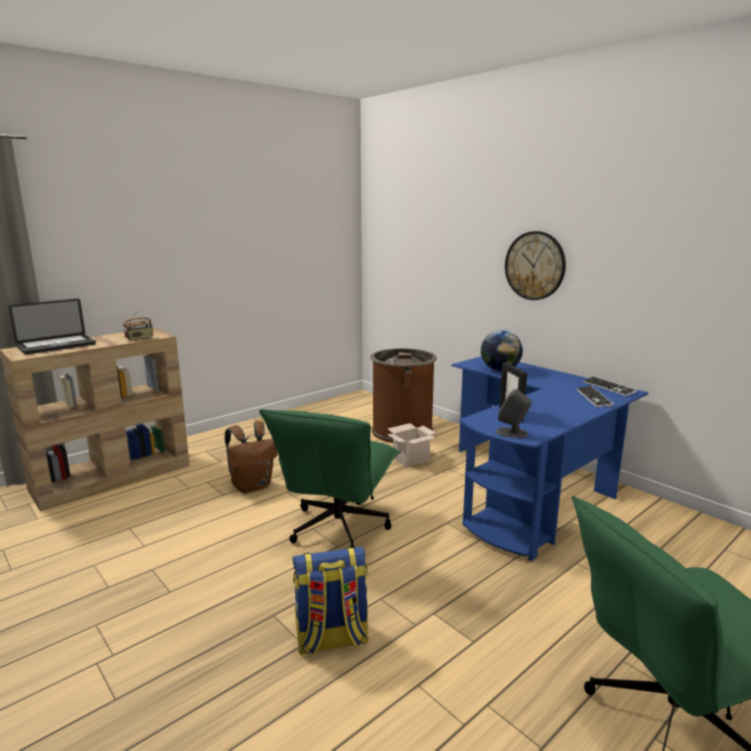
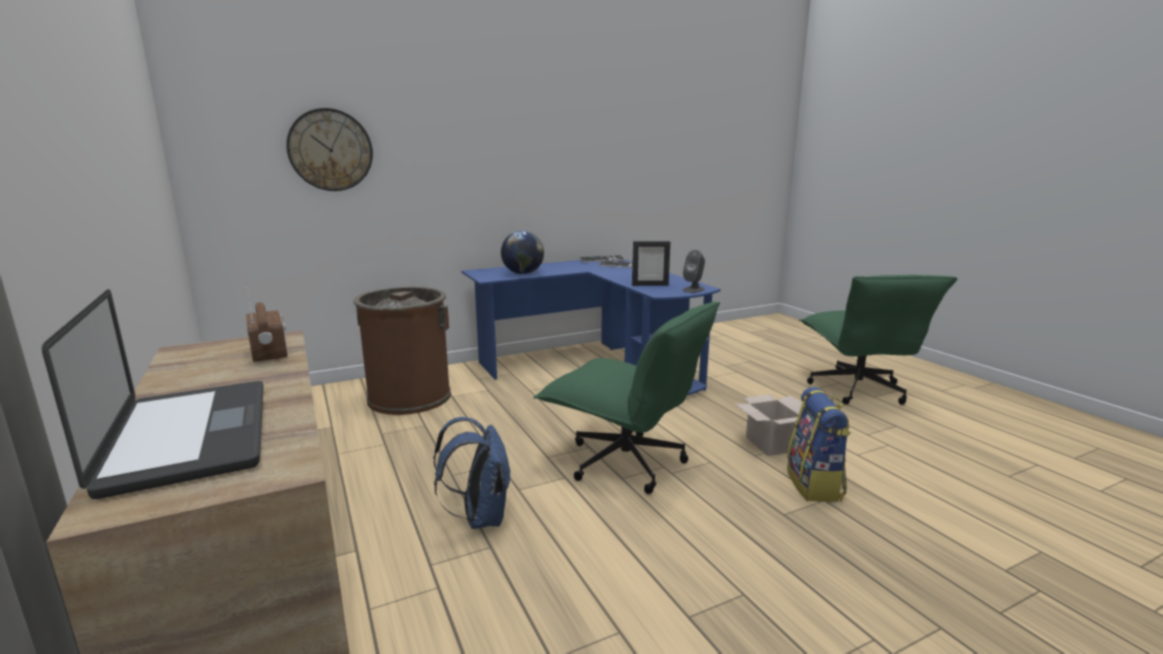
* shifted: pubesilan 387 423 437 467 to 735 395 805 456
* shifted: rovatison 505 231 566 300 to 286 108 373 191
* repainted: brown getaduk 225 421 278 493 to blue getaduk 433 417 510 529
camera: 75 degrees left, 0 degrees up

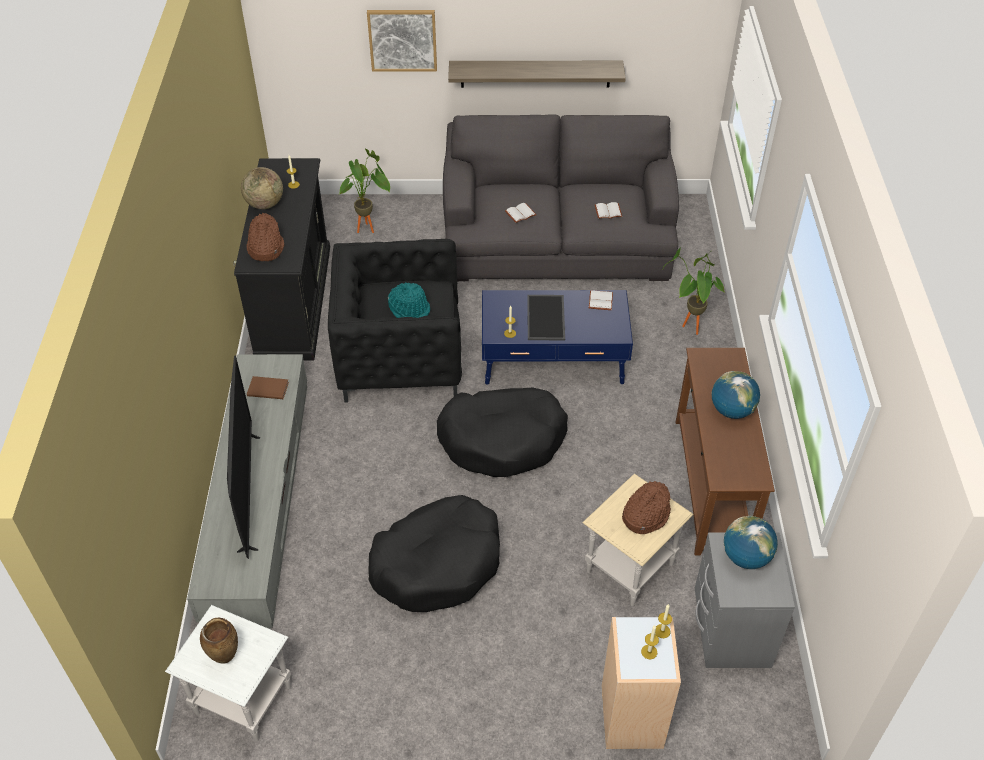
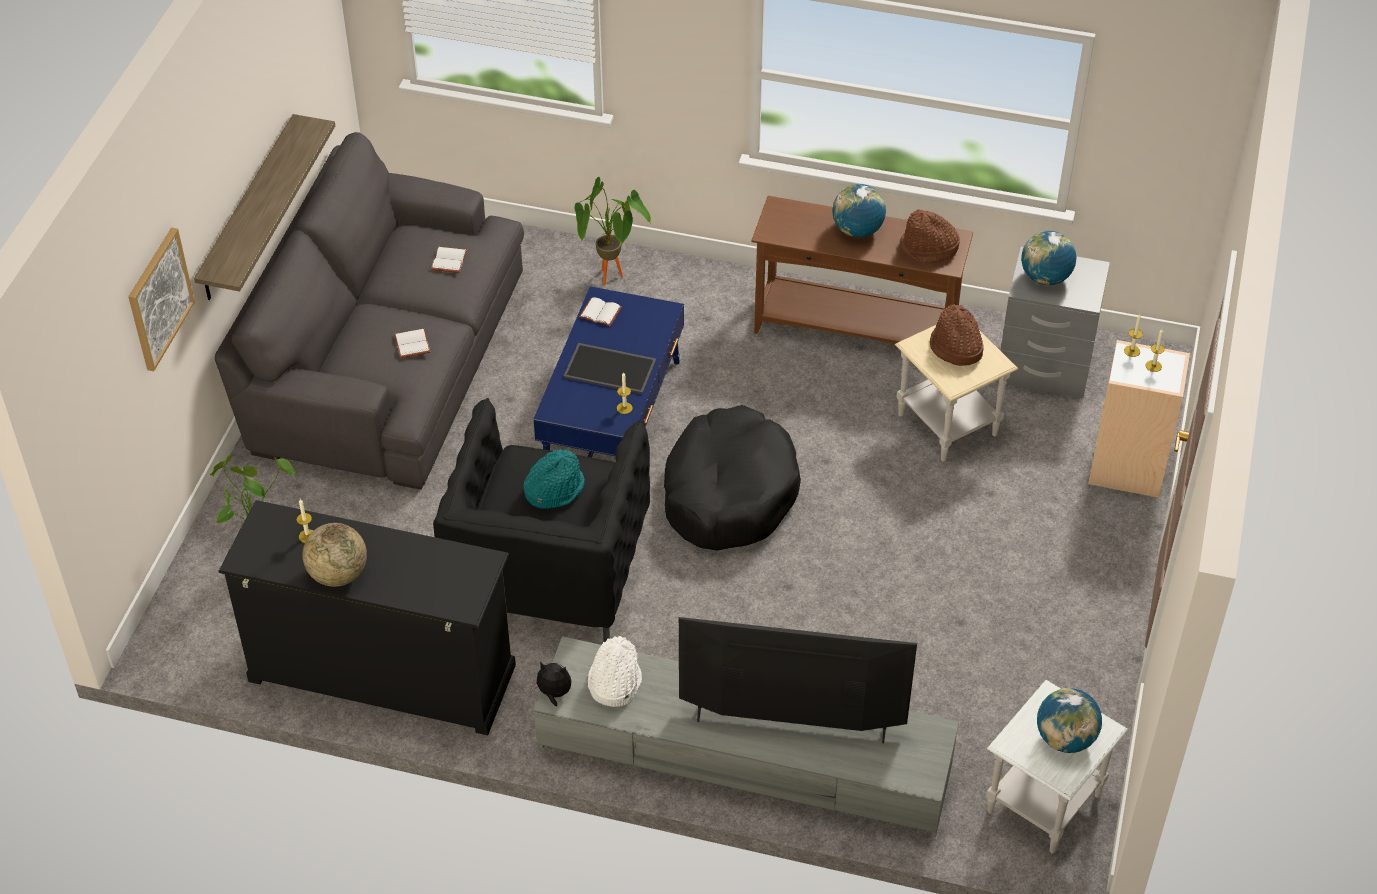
* gone: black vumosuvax 368 495 500 612
* new: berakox 531 662 571 706
* shifted: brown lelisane 246 213 284 261 to 900 209 960 263
* swapped: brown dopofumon 200 618 238 664 to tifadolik 1037 688 1102 753
* swapped: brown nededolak 247 376 289 399 to white lelisane 588 636 642 707
camera: 75 degrees left, 0 degrees up

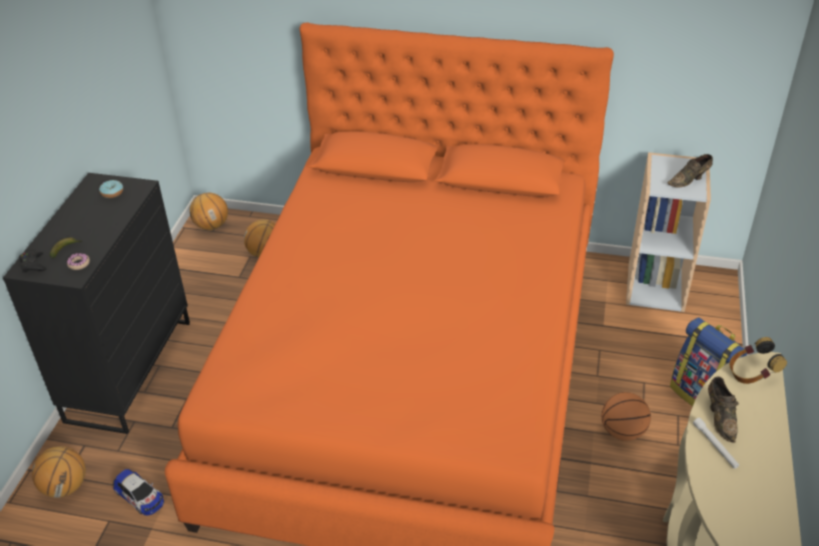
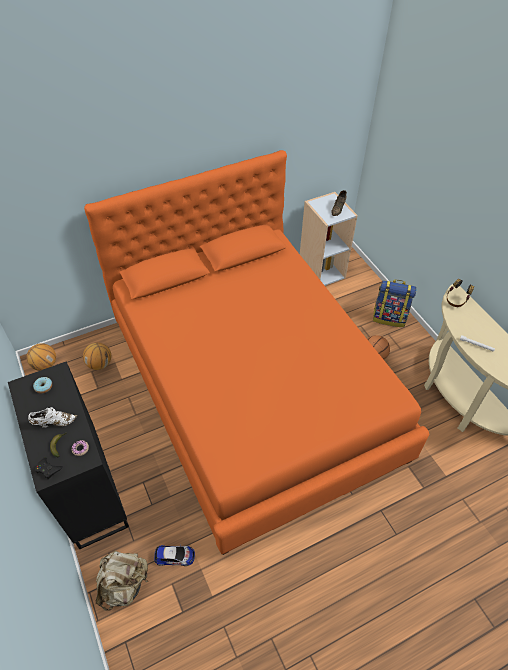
* gone: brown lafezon 708 376 739 443
* new: white lafezon 28 407 78 428
* swapped: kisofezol 32 446 86 498 to beige getaduk 96 551 148 611
camera: 40 degrees left, 10 degrees up

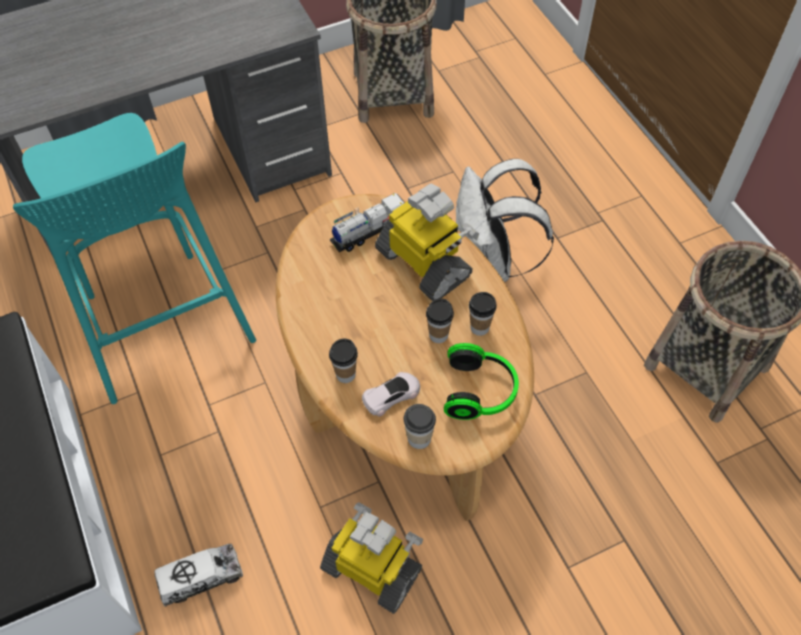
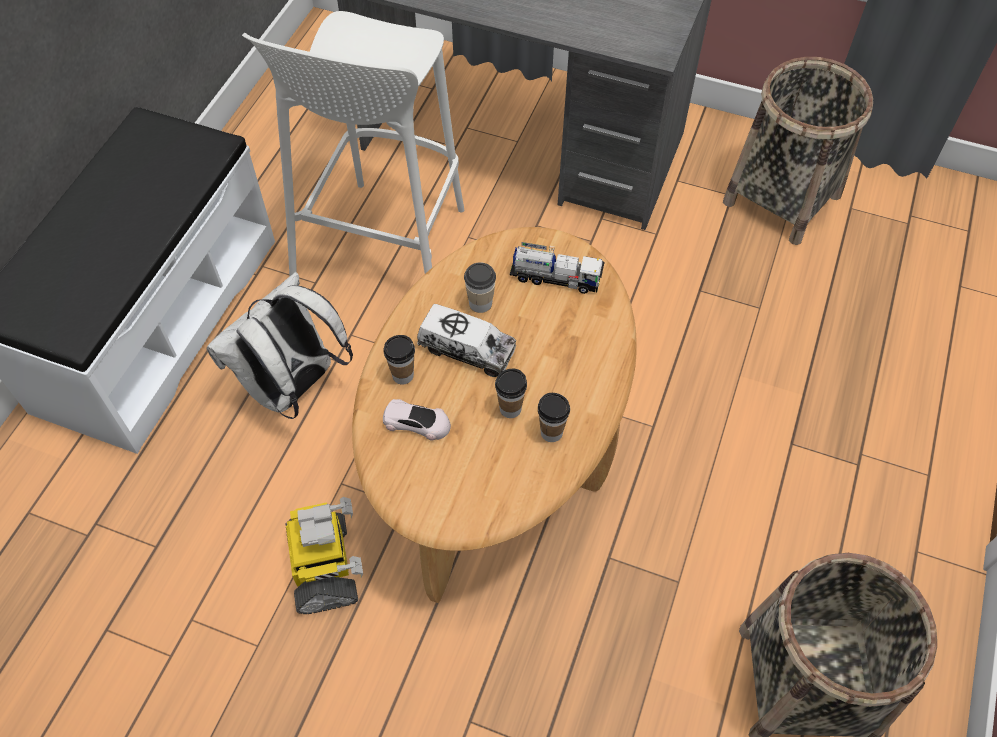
* gone: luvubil 375 184 479 301
* gone: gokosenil 444 343 519 420
* shifted: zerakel 154 544 243 607 to 417 304 516 377
* shifted: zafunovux 404 404 436 449 to 464 262 496 313
* shifted: white getaduk 456 159 554 282 to 207 272 353 419
* repainted: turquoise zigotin 13 113 256 404 to white zigotin 242 11 464 276
camera: 45 degrees right, 0 degrees up

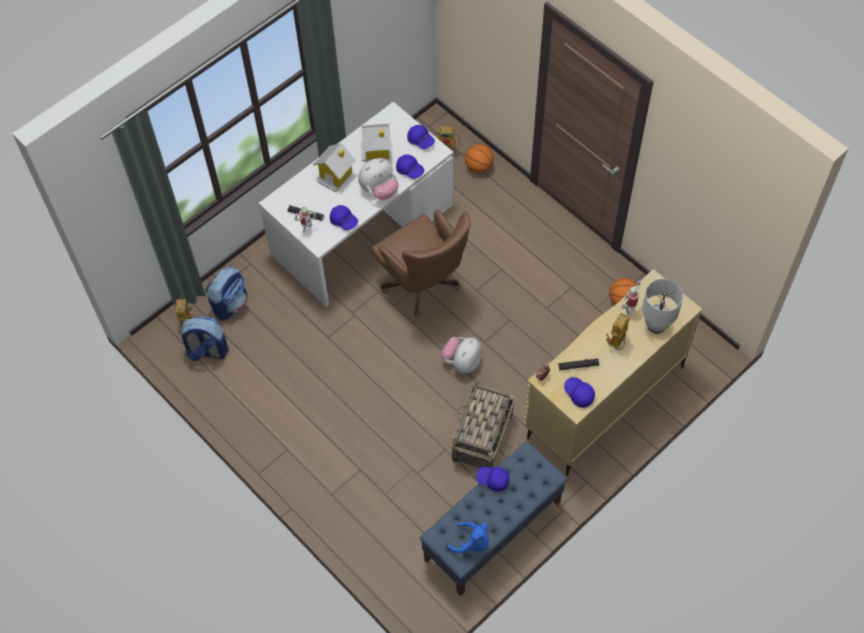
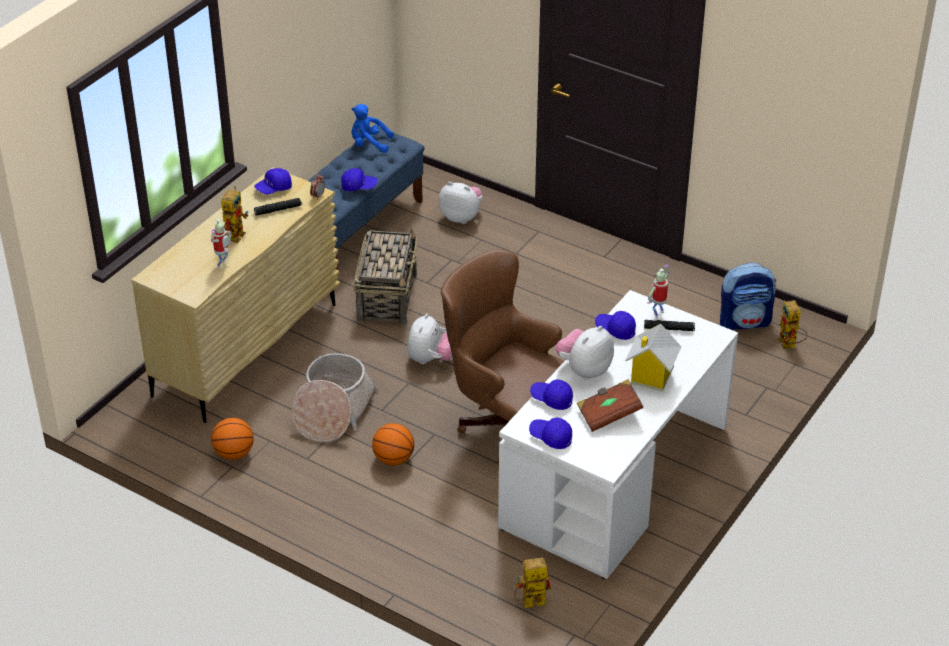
* gone: getaduk 206 267 247 321
* gone: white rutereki 642 279 683 334
* new: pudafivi 292 353 379 443
* new: berakox 438 182 483 224
* shifted: kisofezol 465 144 494 173 to 372 423 414 466
* swapped: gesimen 360 124 391 161 to brown nededolak 577 379 643 432
* rotated: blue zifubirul 564 377 595 408 = 254 168 292 195 105 degrees clockwise
camera: 165 degrees right, 20 degrees down

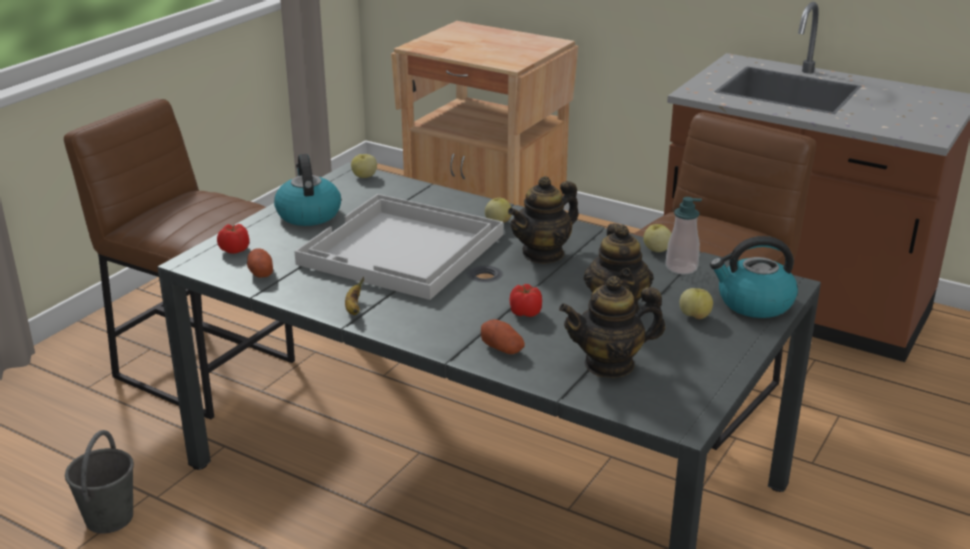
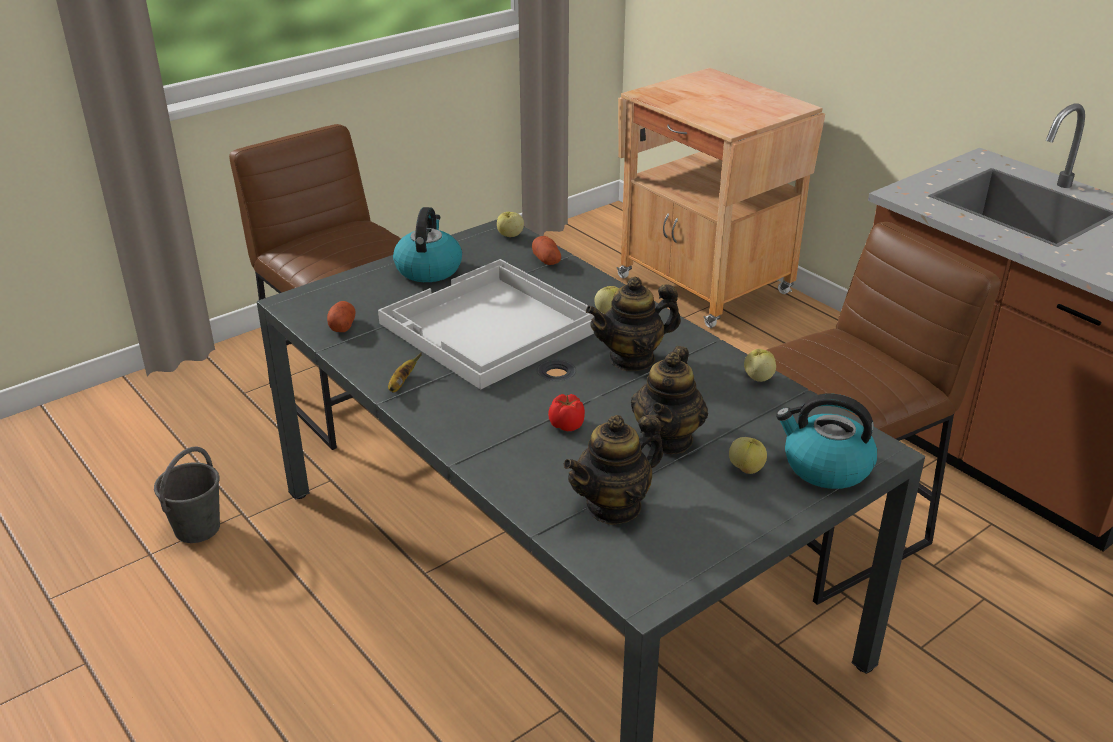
* gone: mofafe 217 224 249 254
* gone: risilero 665 197 702 275
* shifted: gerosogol 481 319 525 354 to 532 236 561 265
* rotated: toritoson 559 276 665 378 = 564 415 663 525 45 degrees counterclockwise
camera: 20 degrees right, 5 degrees up

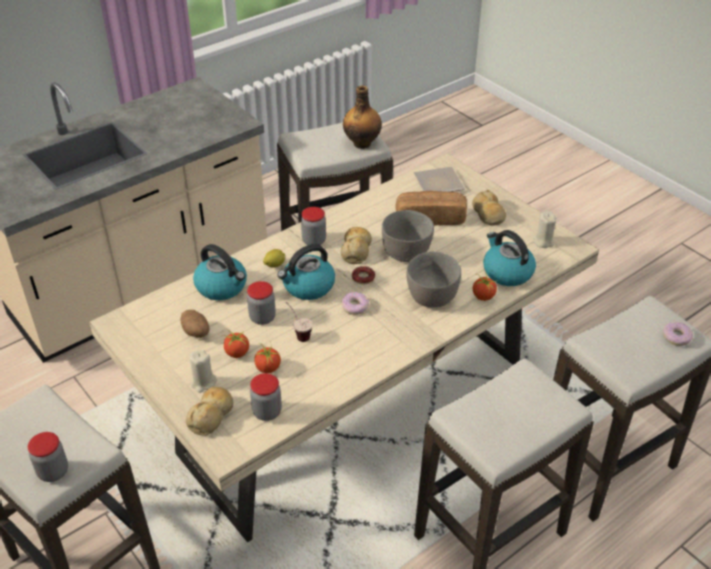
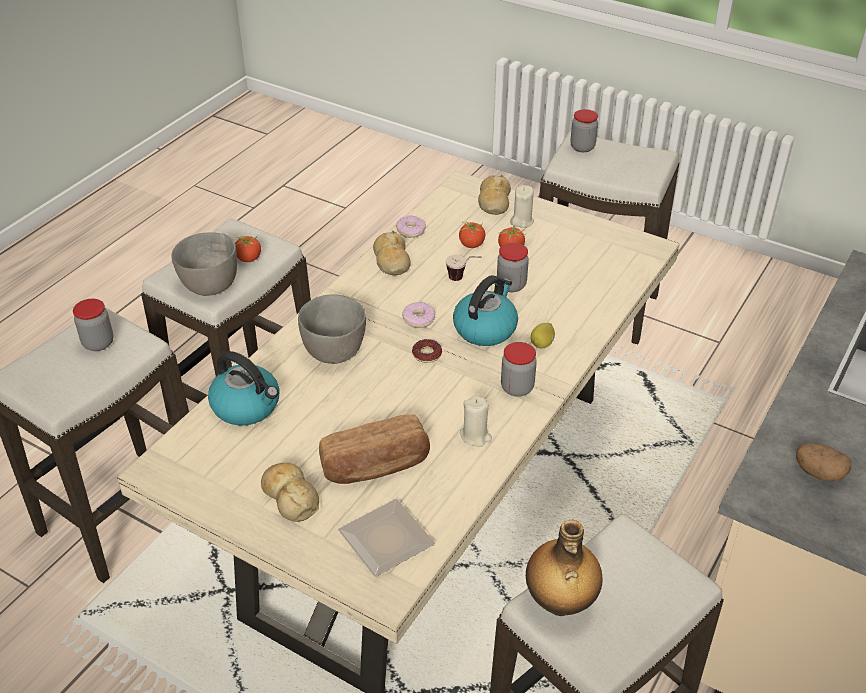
* gone: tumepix 193 244 247 300
* shifted: gerosogol 180 310 209 338 to 796 443 851 482
* shifted: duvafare 250 373 282 421 to 73 299 114 351
* shifted: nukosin 341 227 372 264 to 373 231 411 275
* shifted: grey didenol 382 210 434 262 to 171 232 237 296
* shifted: mofafe 473 273 497 301 to 235 235 261 262
* shifted: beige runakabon 533 211 556 248 to 460 396 492 447
* shifted: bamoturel 663 322 693 346 to 396 215 426 238
camera: 160 degrees right, 0 degrees up

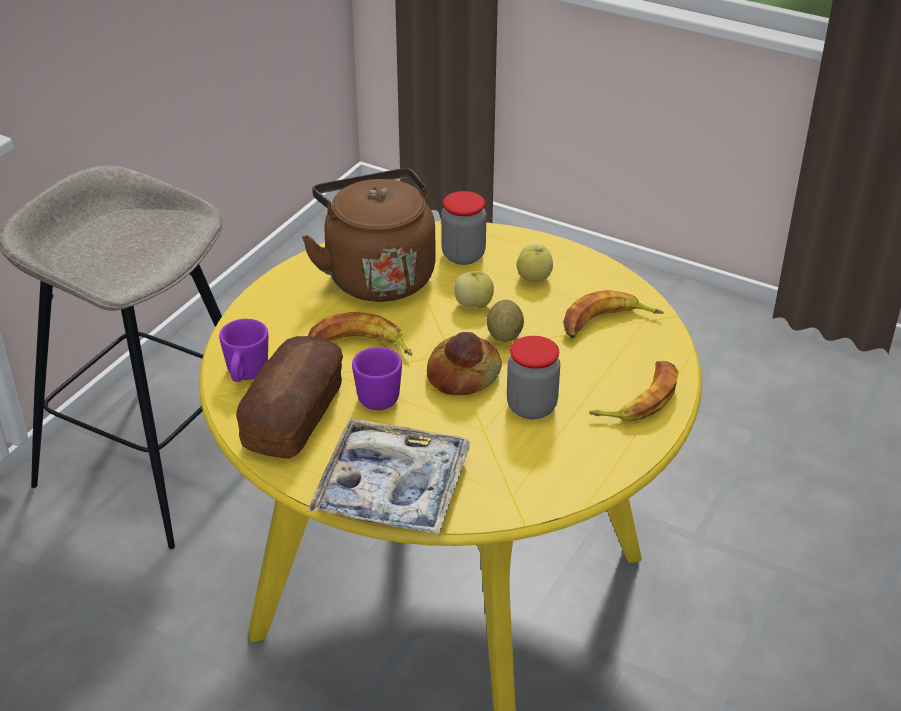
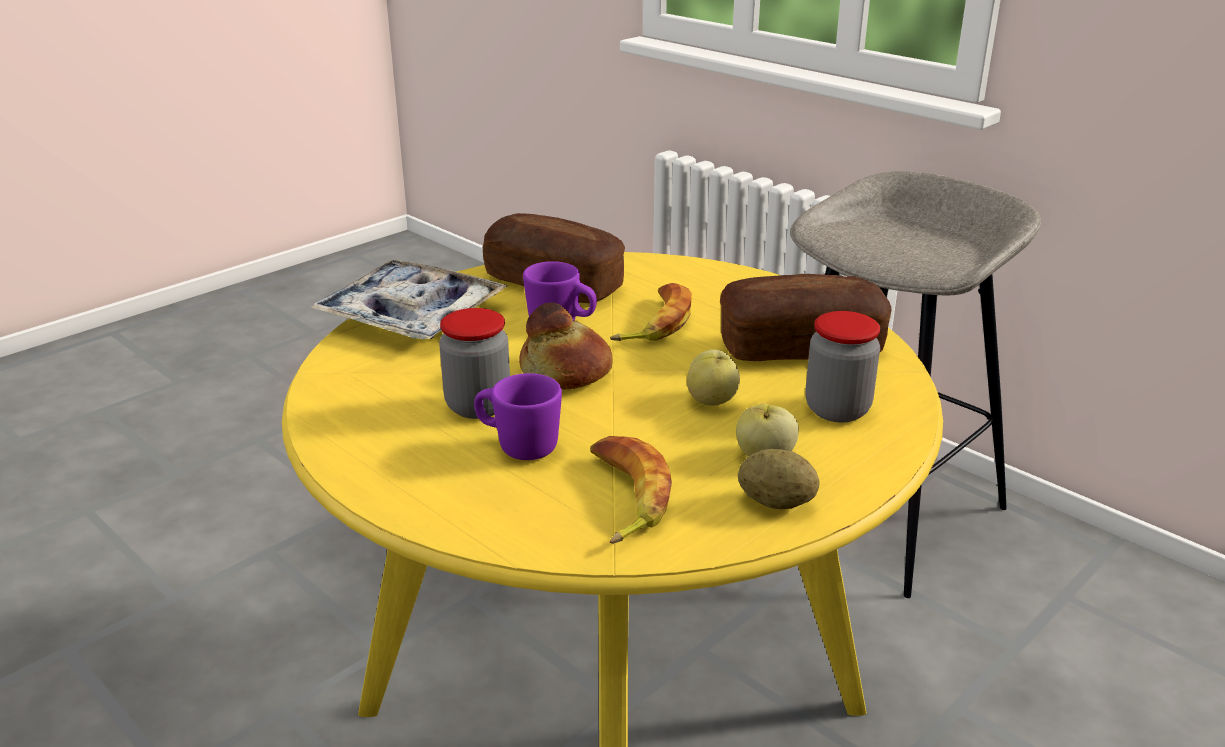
* gone: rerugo 589 361 678 422
* shifted: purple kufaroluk 219 319 268 382 to 474 373 562 460
* shifted: gerosogol 487 300 524 342 to 738 449 819 509
* swapped: brown tumepix 301 168 436 302 to nukosin 720 274 891 361
camera: 105 degrees right, 10 degrees down

